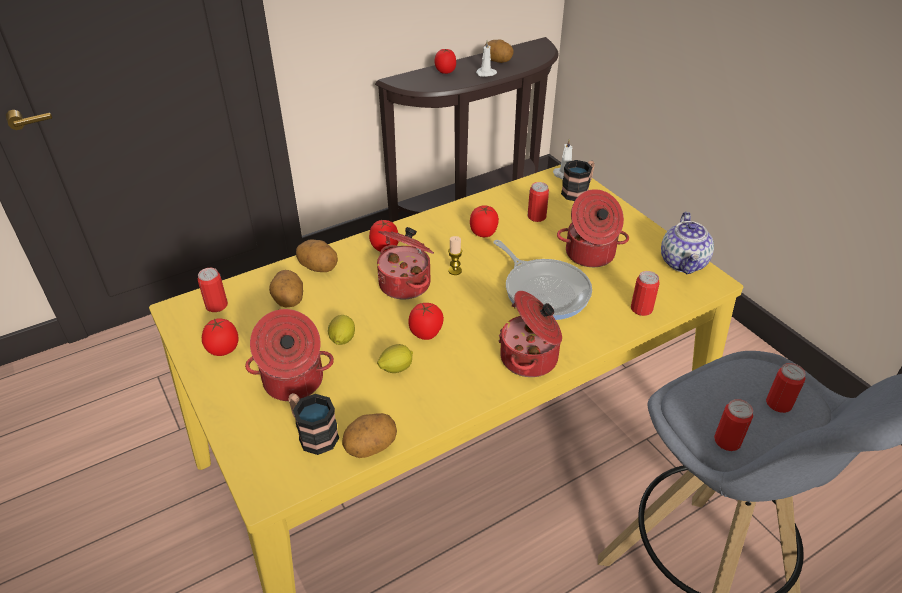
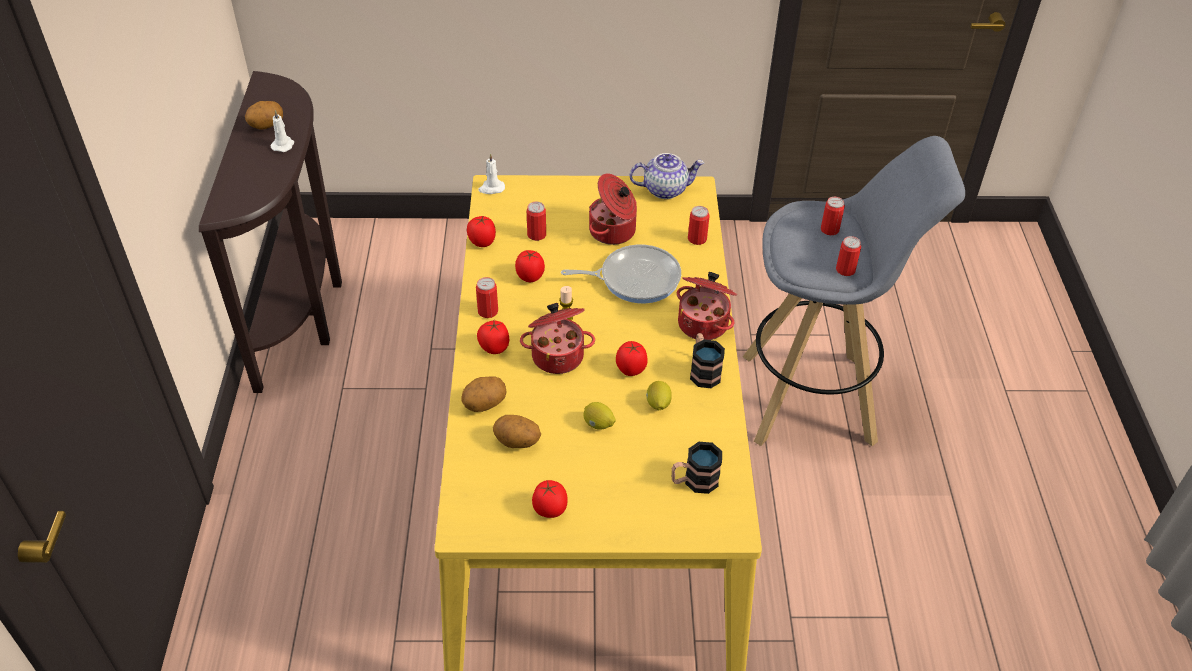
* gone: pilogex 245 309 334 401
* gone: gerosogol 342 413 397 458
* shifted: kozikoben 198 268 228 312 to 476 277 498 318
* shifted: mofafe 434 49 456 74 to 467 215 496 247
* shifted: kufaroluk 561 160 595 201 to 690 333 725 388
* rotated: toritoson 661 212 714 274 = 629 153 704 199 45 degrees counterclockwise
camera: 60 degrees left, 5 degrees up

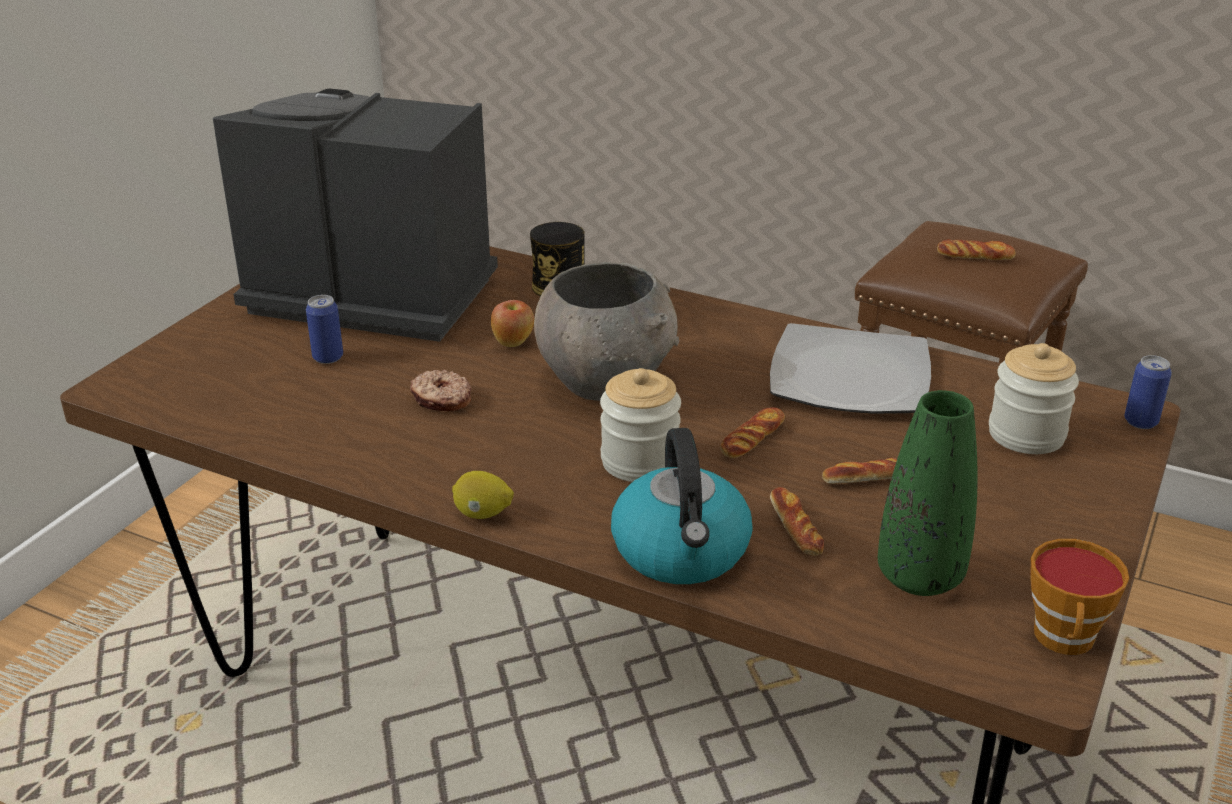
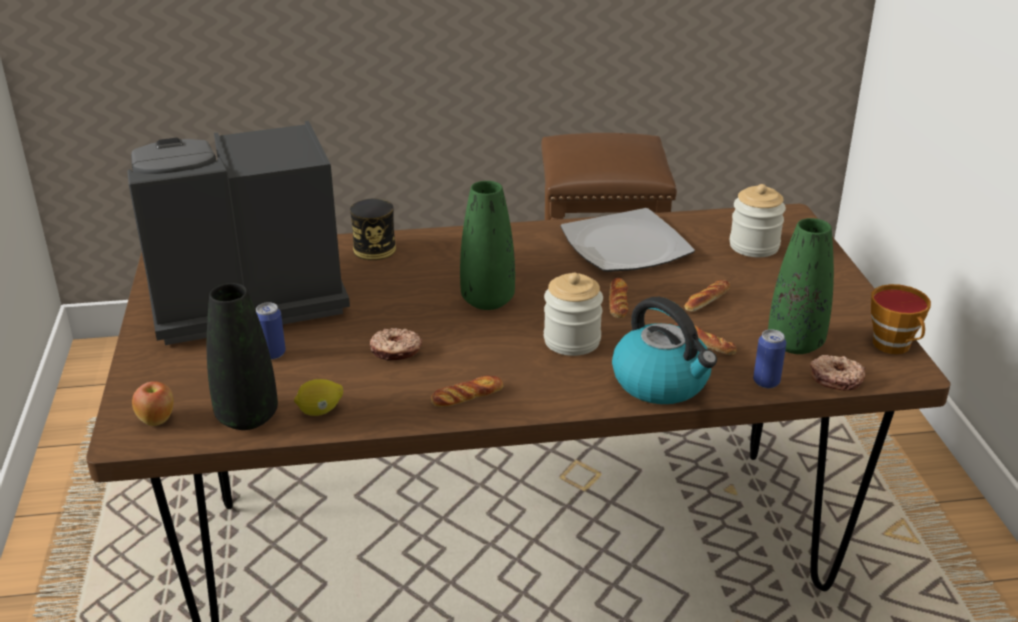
* new: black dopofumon 207 283 278 430
* new: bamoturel 810 355 866 391
* shifted: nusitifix 452 471 514 519 to 294 379 343 416
* shifted: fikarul 491 300 534 347 to 132 381 174 426
* shifted: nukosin 937 239 1016 260 to 431 376 504 407
* shifted: kozikoben 1124 355 1172 429 to 753 329 786 388
* swapped: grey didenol 534 262 679 401 to green dopofumon 460 181 515 310
camera: 35 degrees left, 0 degrees up

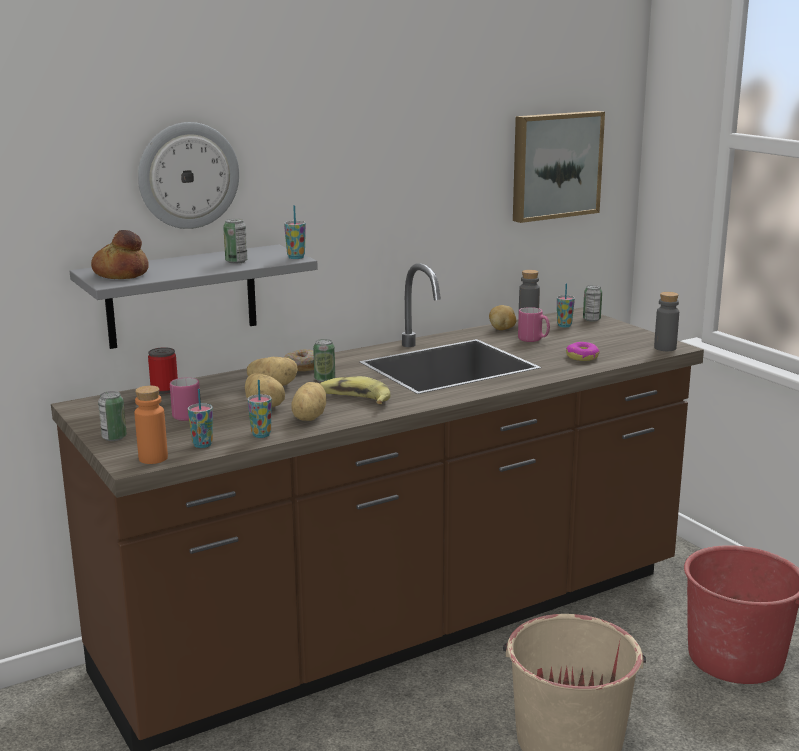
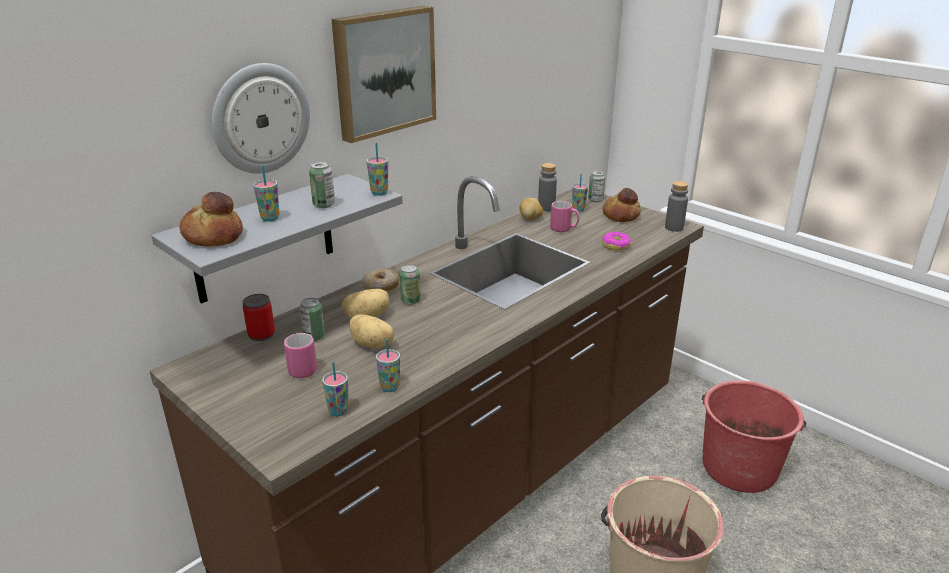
* gone: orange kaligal 134 385 168 464
* gone: gerosogol 292 382 326 421
* gone: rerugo 320 376 390 404
* new: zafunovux 253 165 280 222
* new: nukosin 603 188 641 222
* shifted: kozikoben 98 391 127 441 to 299 298 325 341
* shifted: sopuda 513 111 605 223 to 332 6 436 143
camera: 15 degrees left, 10 degrees up

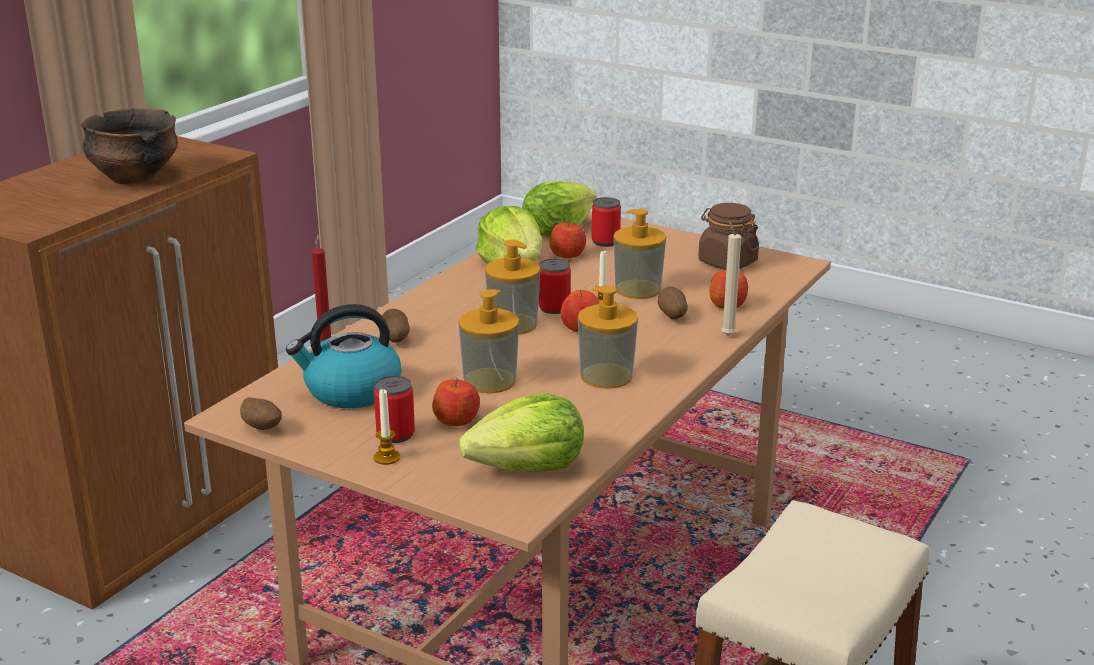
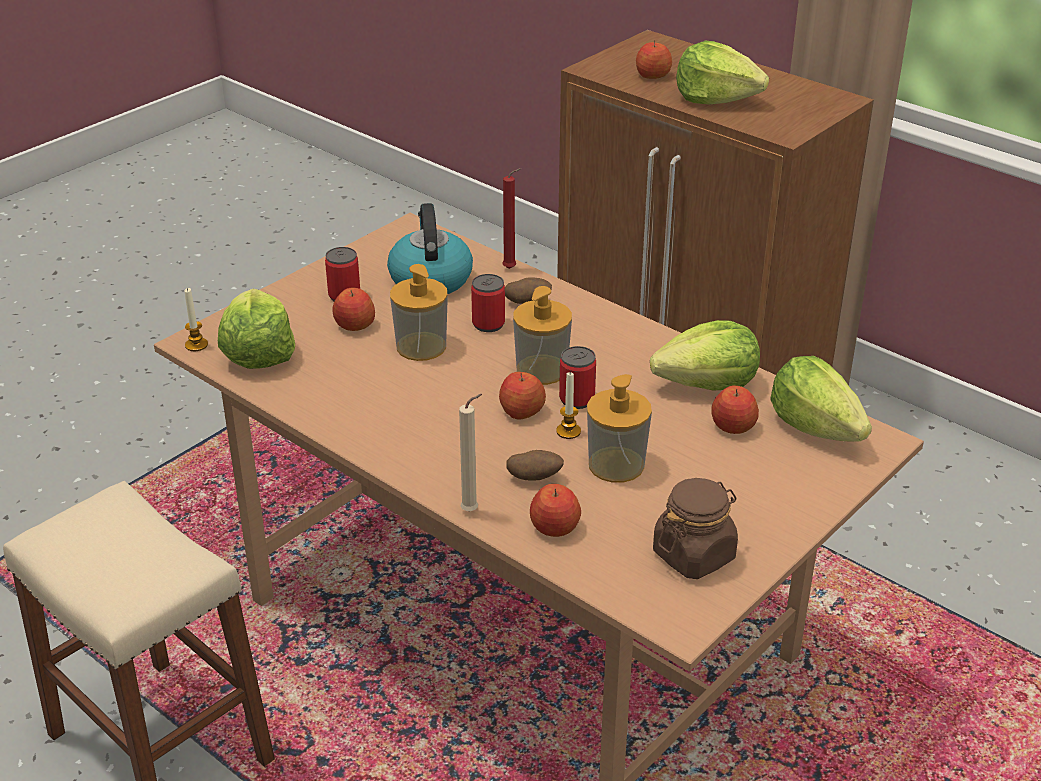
* gone: gerosogol 240 397 282 430
* gone: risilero 578 286 638 389
* new: fikarul 636 40 672 79
* shifted: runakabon 374 389 400 465 to 185 288 208 351
* shifted: kozikoben 592 197 621 247 to 471 274 505 332
* swapped: didenol 81 108 178 184 to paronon 676 41 769 104
camera: 100 degrees right, 10 degrees up

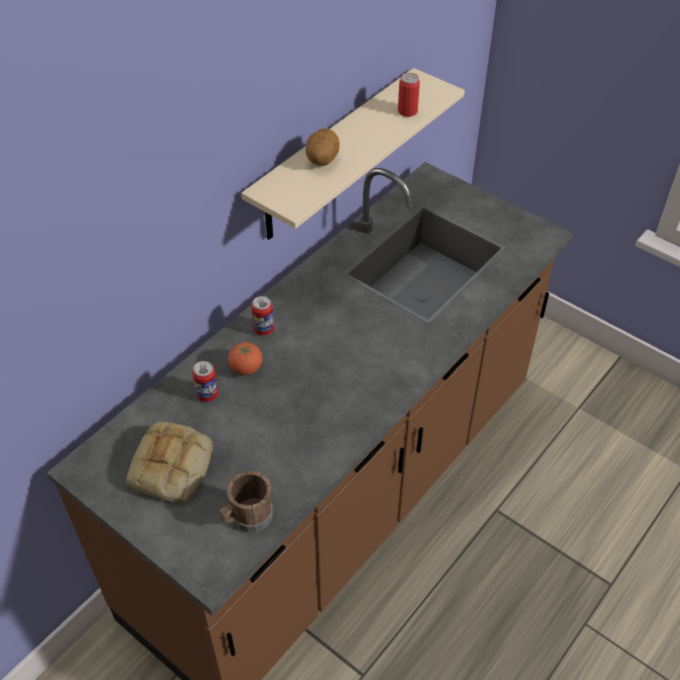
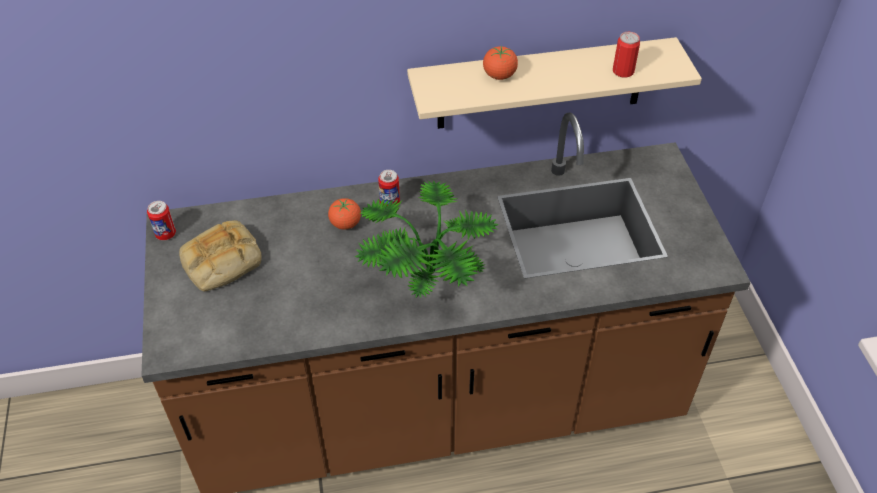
* gone: brown kufaroluk 219 471 273 532
* new: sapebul 355 181 499 298
* shifted: kozikoben 192 361 218 402 to 147 201 176 240
* swapped: gerosogol 306 128 340 166 to mofafe 483 46 518 80
camera: 40 degrees right, 0 degrees up

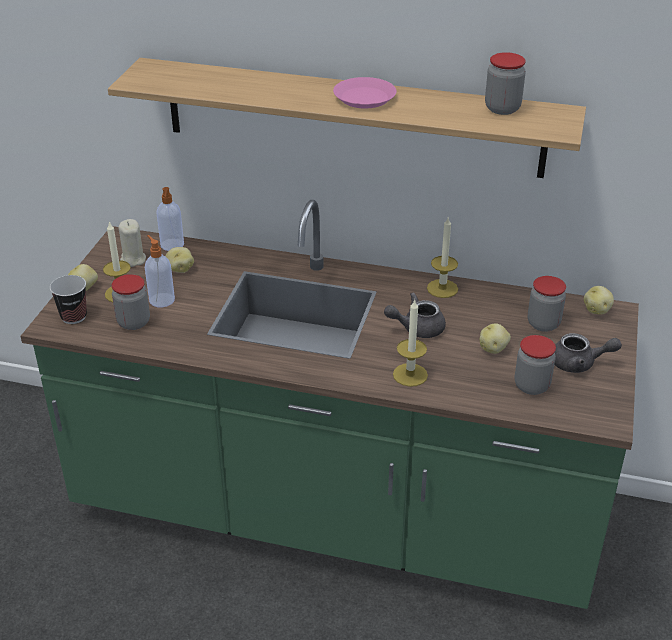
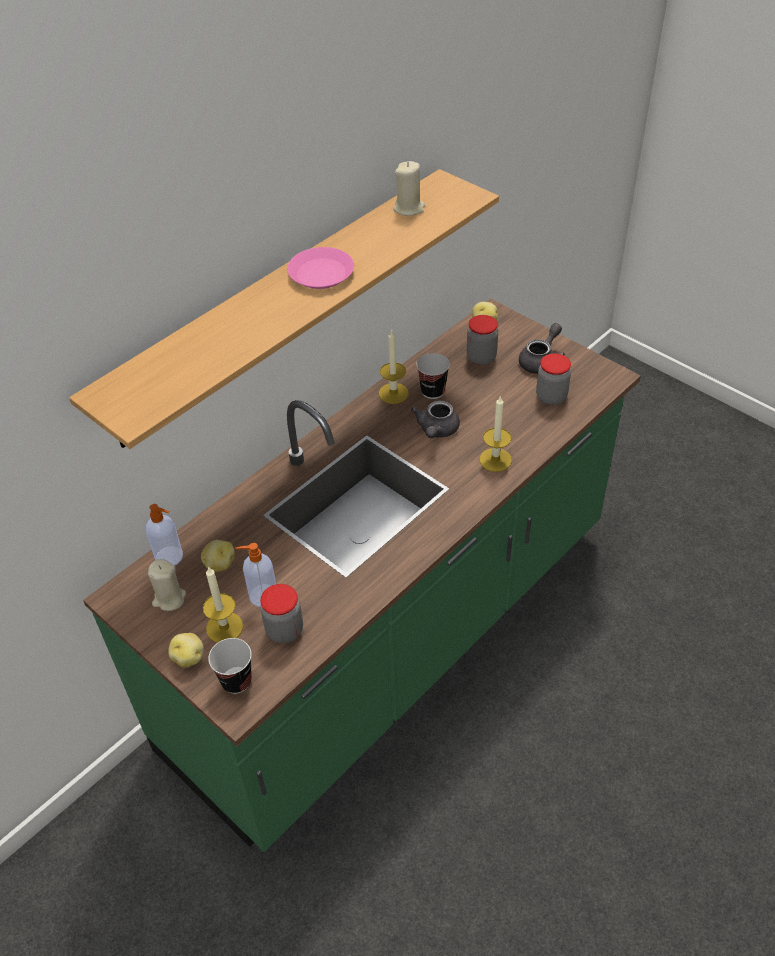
* gone: gerosogol 480 323 511 354
* new: zafunovux 416 353 450 399
* swapped: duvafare 485 52 526 115 to beige runakabon 393 161 425 216
camera: 60 degrees left, 10 degrees up

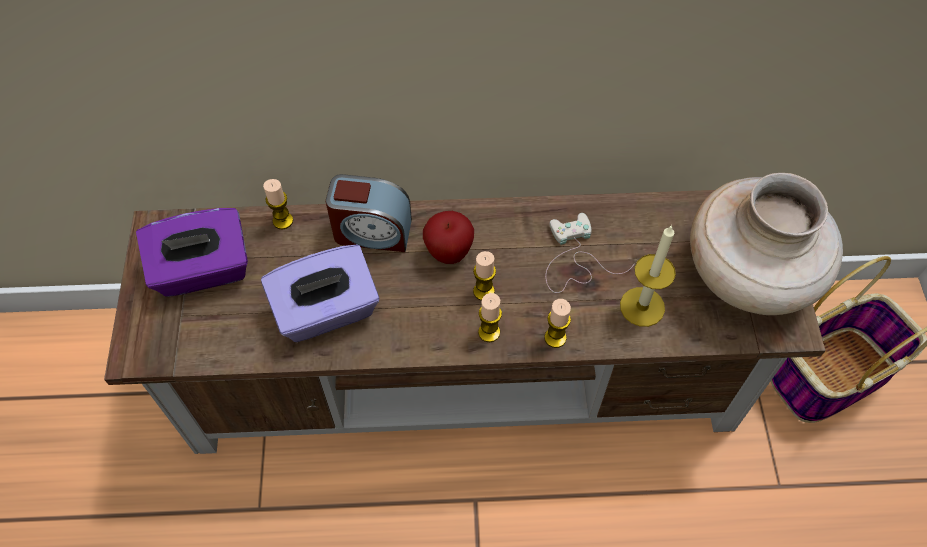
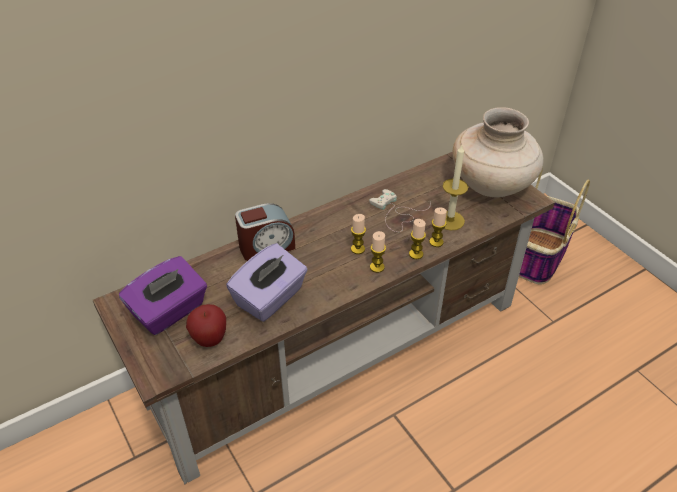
* shifted: runakabon 263 179 293 229 to 429 207 447 247
* shifted: fikarul 423 211 474 264 to 186 304 226 347
camera: 30 degrees left, 15 degrees down

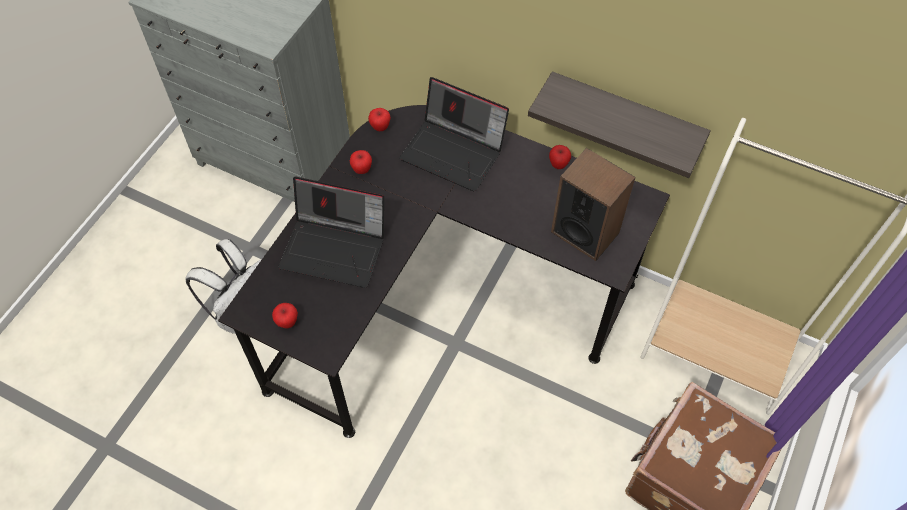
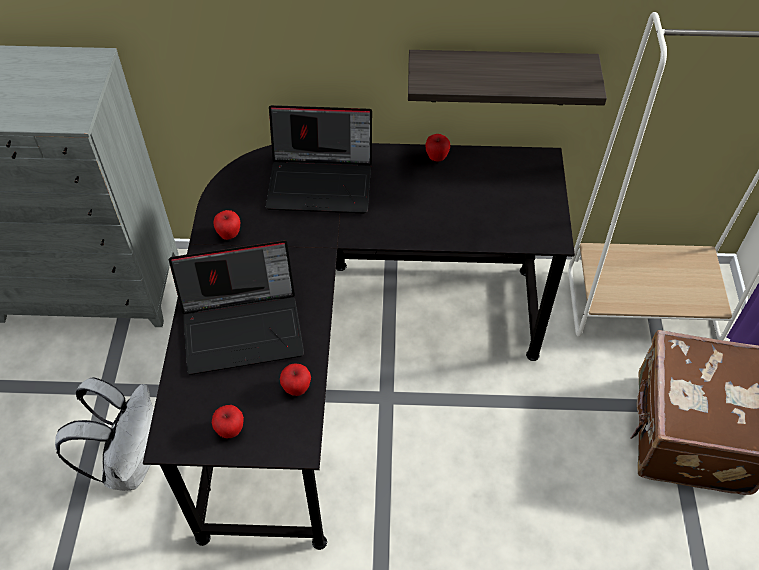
* gone: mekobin 551 148 635 261
* shifted: fikarul 368 108 391 131 to 280 363 311 396
camera: 25 degrees left, 5 degrees down

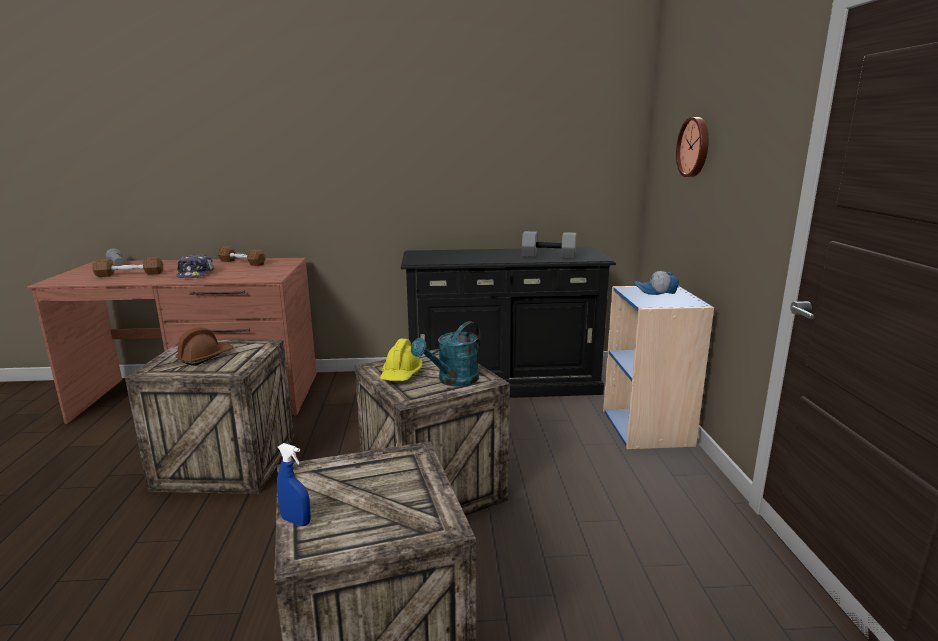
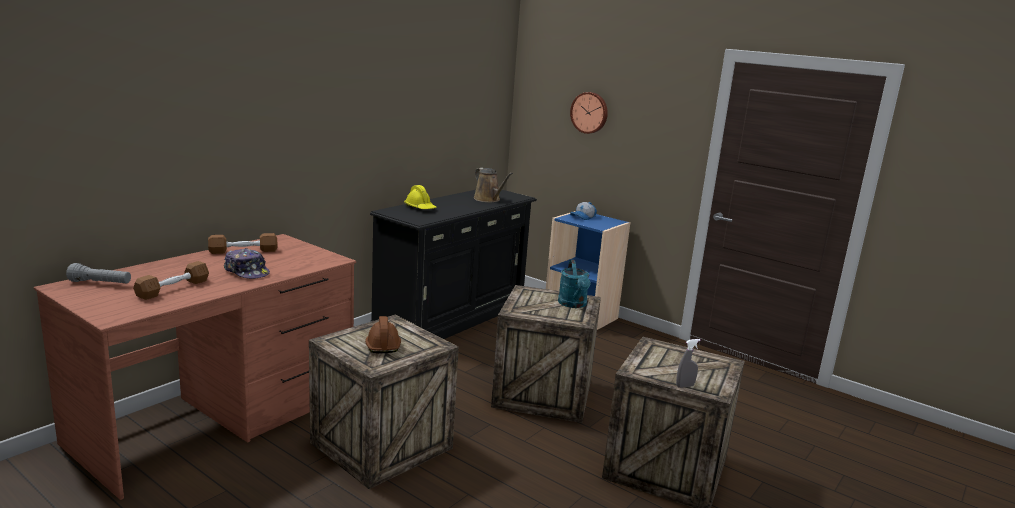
* shifted: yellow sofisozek 380 339 422 381 to 404 185 437 209
* swapped: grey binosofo 522 231 576 259 to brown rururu 474 168 513 202
* repainted: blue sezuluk 277 443 311 526 to grey sezuluk 676 339 701 388
camera: 50 degrees left, 0 degrees up

